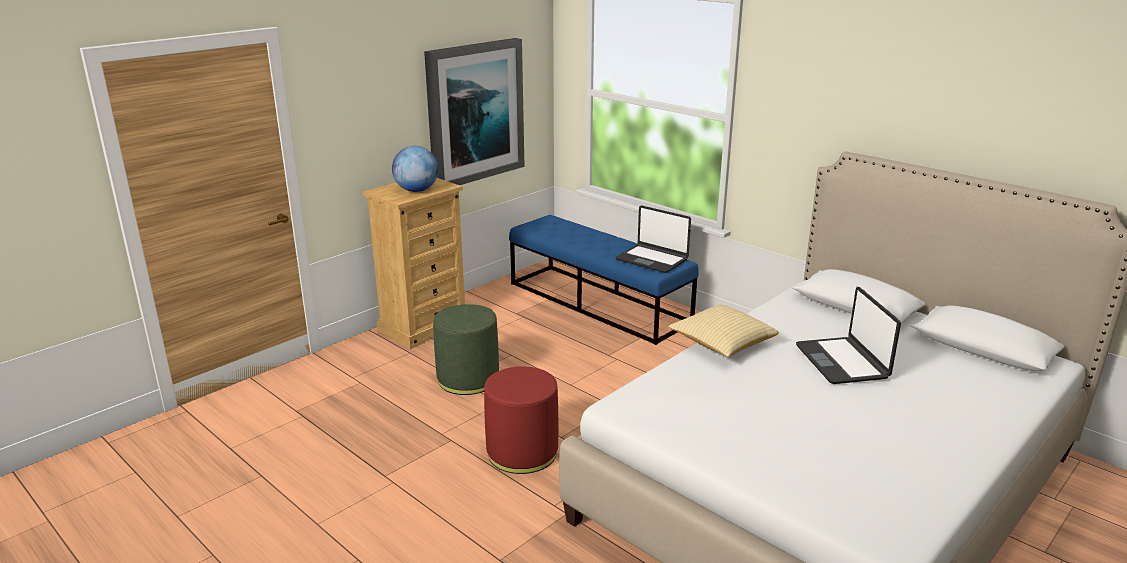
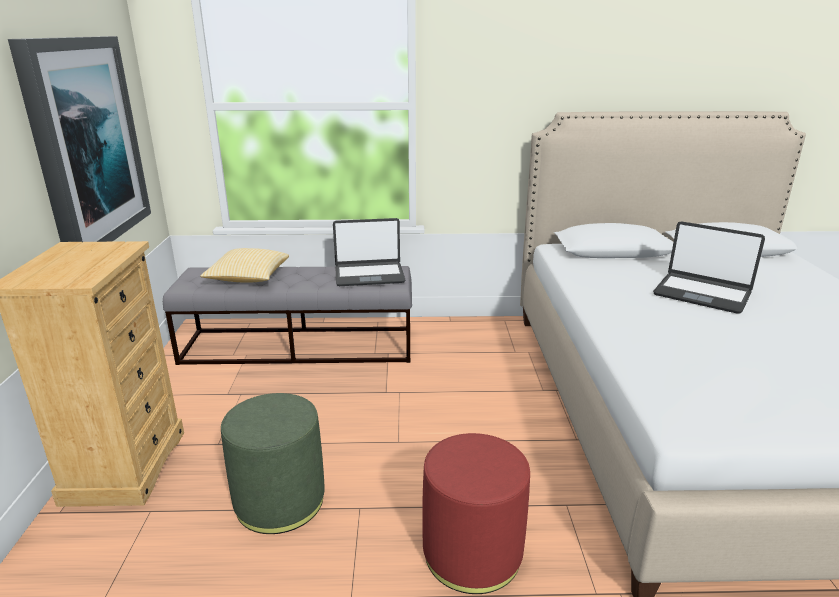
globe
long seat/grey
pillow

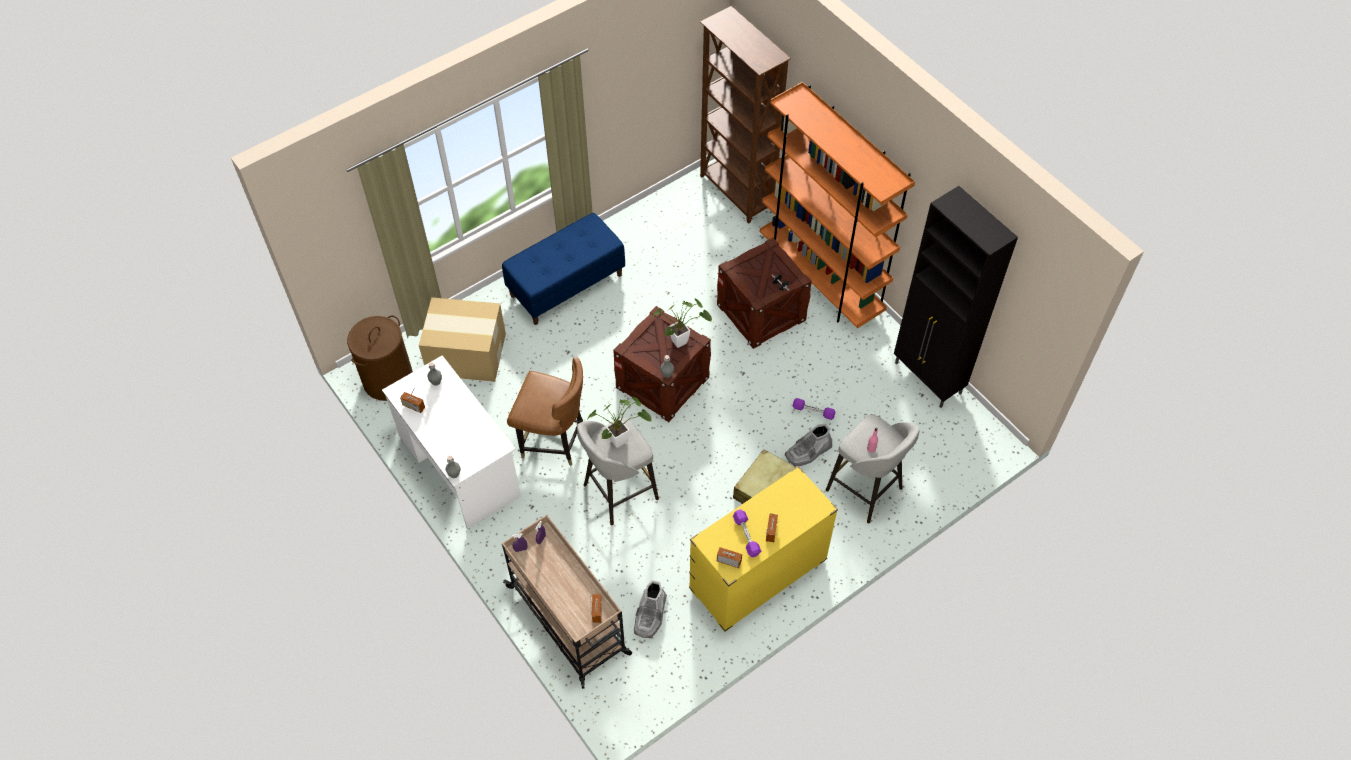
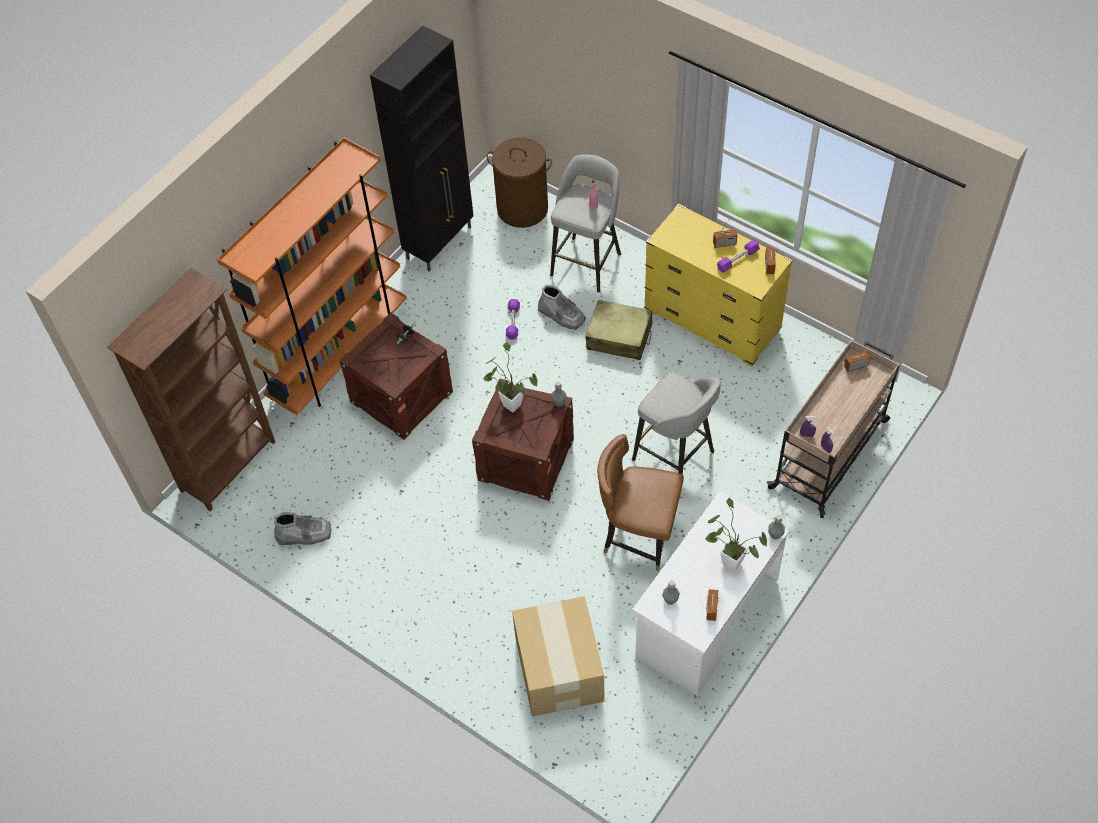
long seat/bluish
washing basket/brownish
upright chair/brownish
plant in a pot (2nd from left)
high-top boot/grey (1st from left)

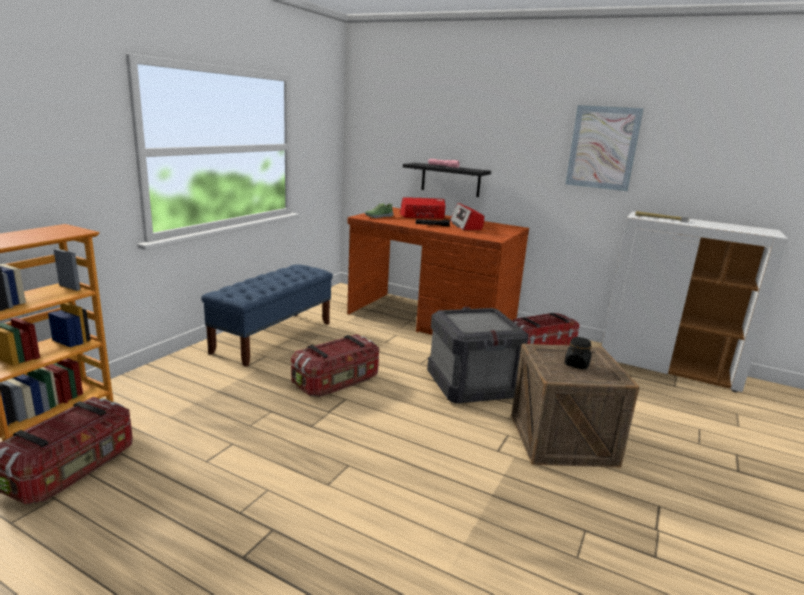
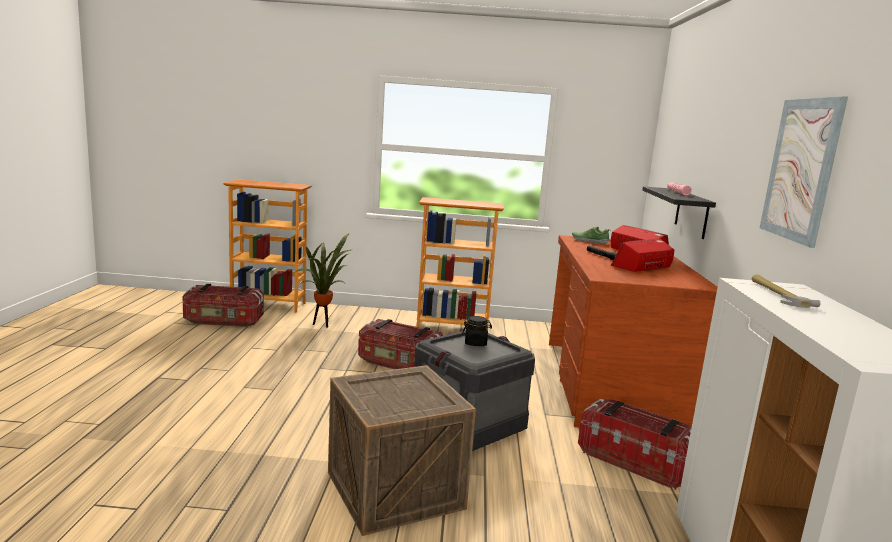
bookcase (2nd from left)
storage jar/black
plant in a pot

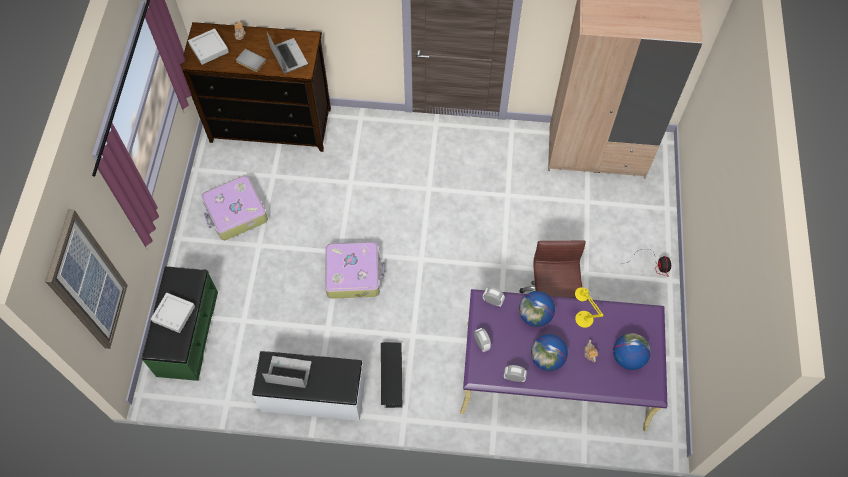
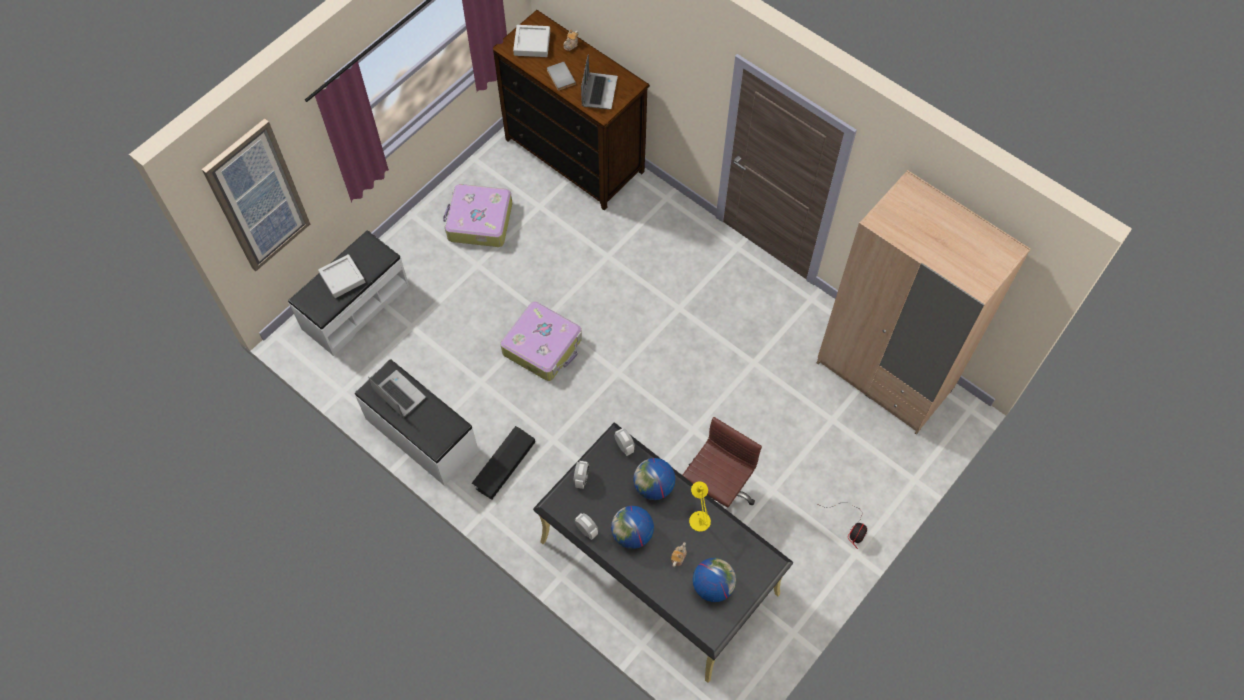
long seat/white (1st from left)
desk unit/black

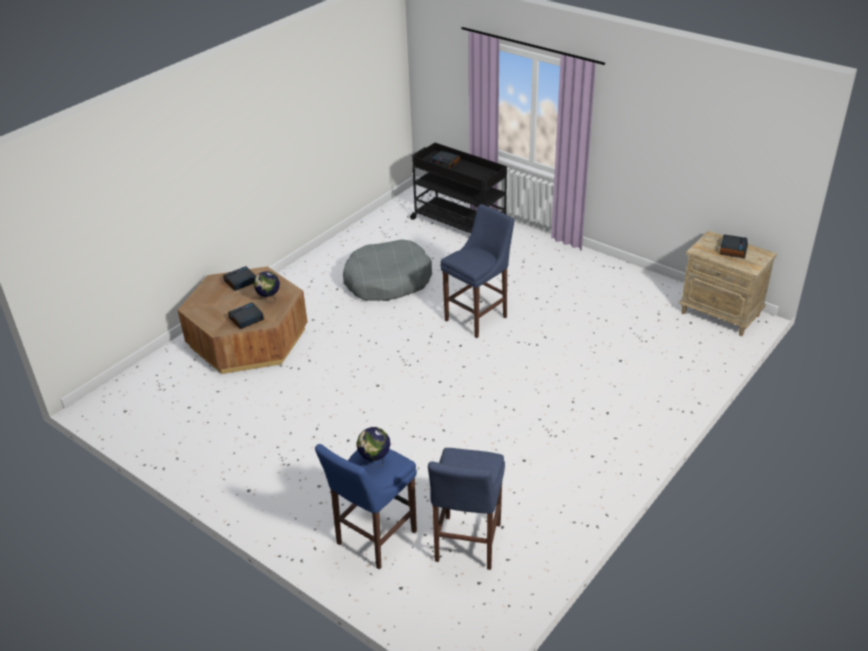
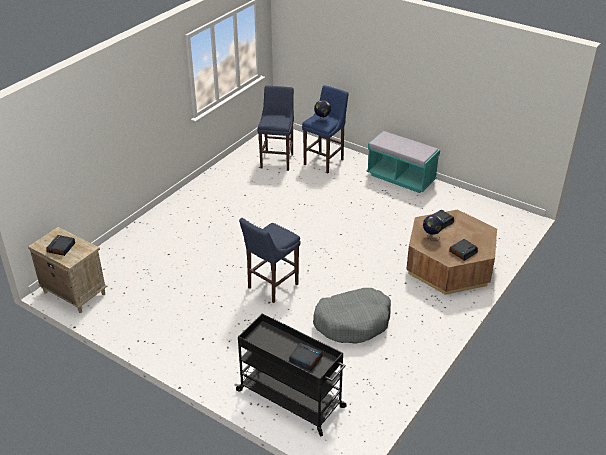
long seat/turquoise

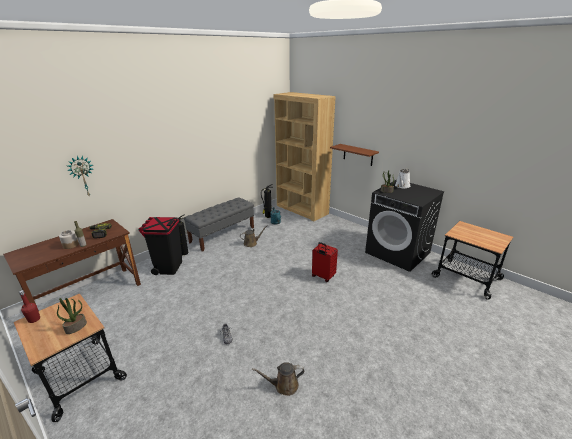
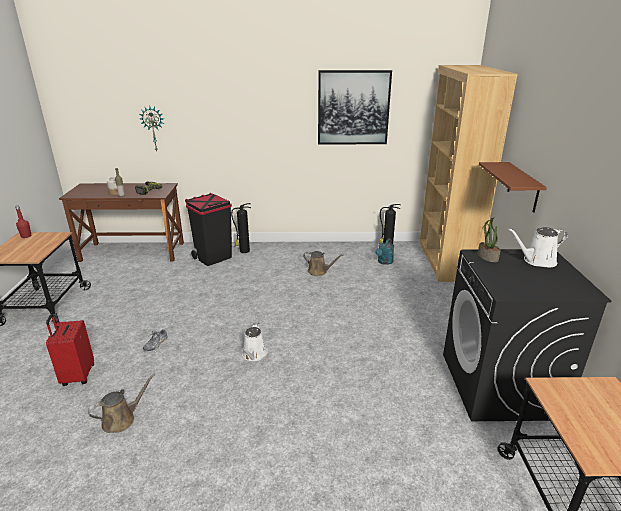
long seat/grey
suitcase/reddish
plant in a pot (1st from left in the first image)
watering can/brownish (1st from left)
wall picture
watering can/white (1st from left)

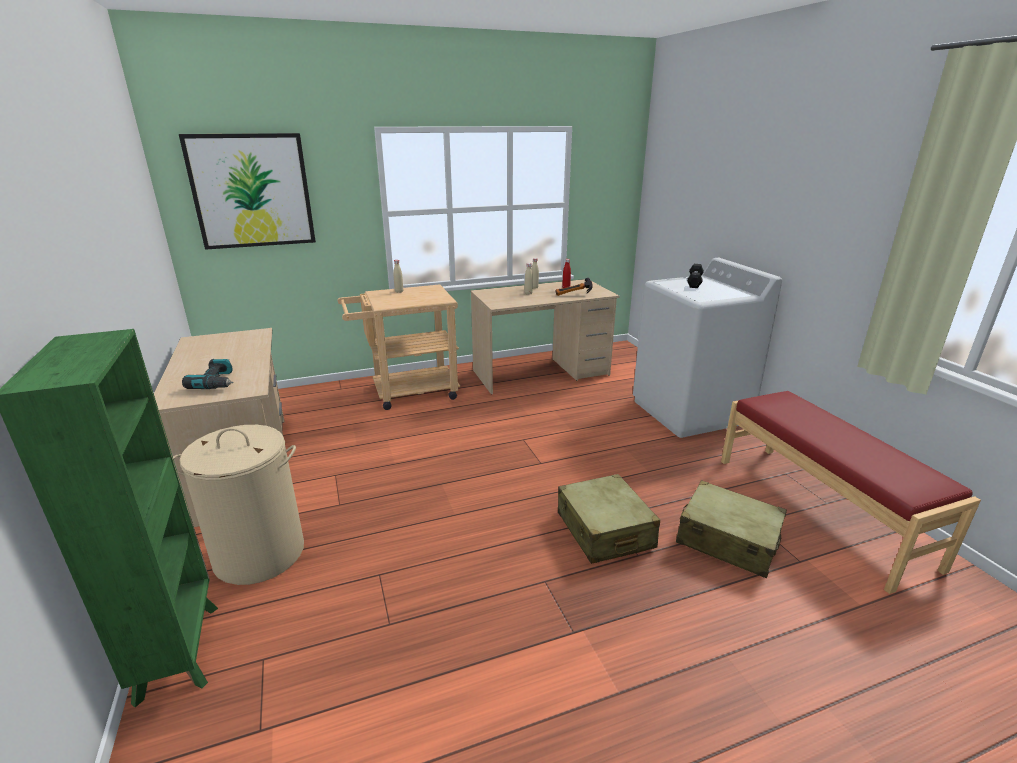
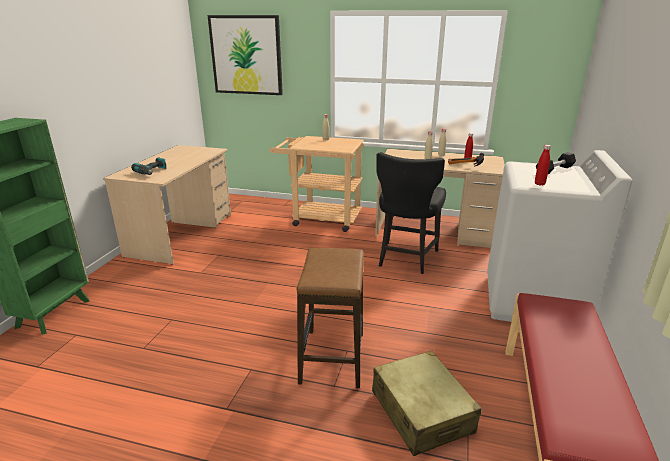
washing basket/sand-coloured
stool
bottle/reddish (2nd from left)
upright chair/black

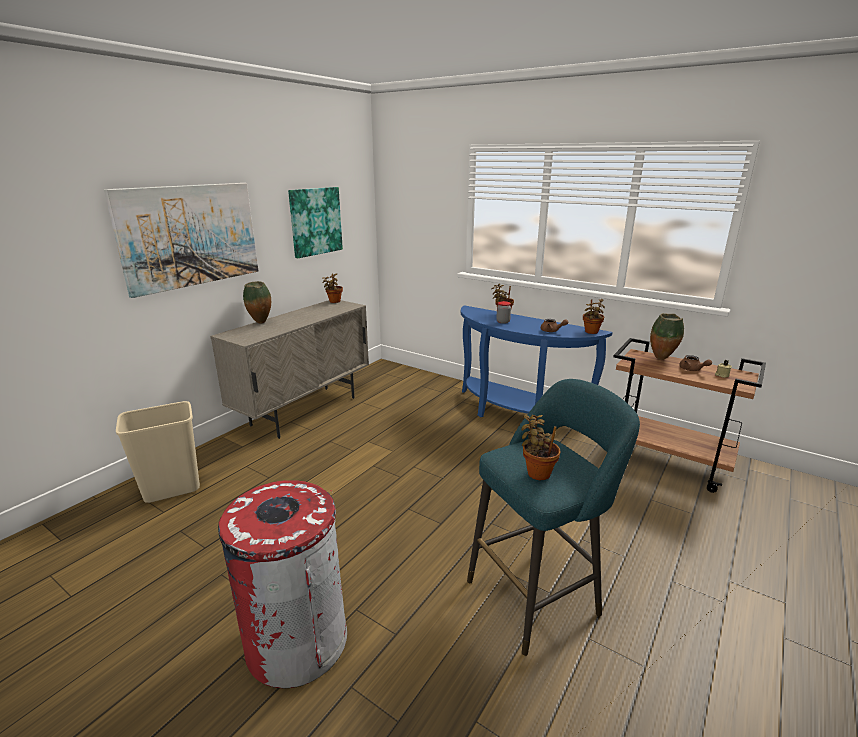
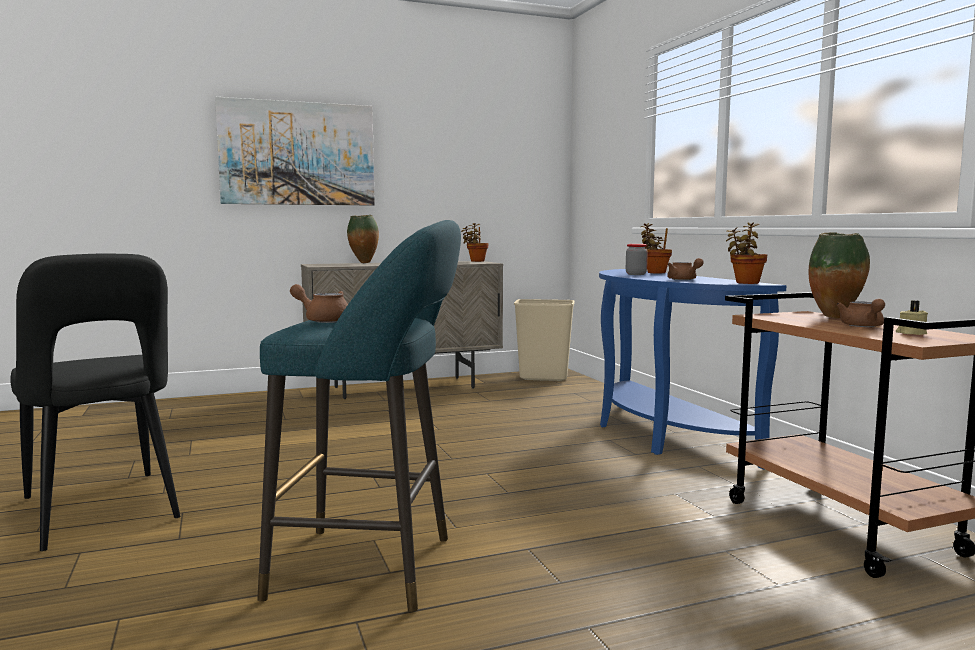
wall picture (2nd from left in the first image)
waste bin/sand-coloured
pot for tea/brownish (1st from left)
upright chair/black

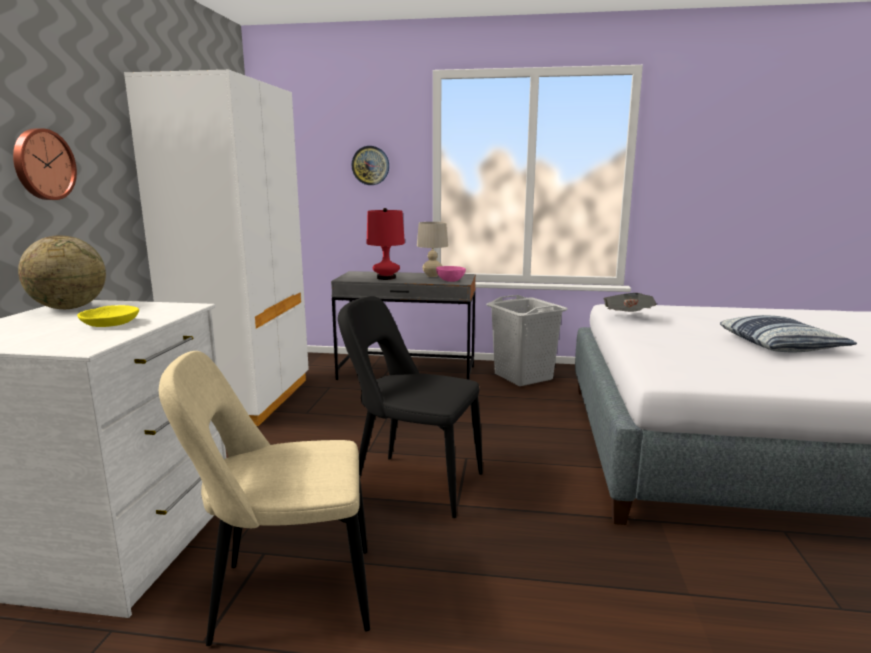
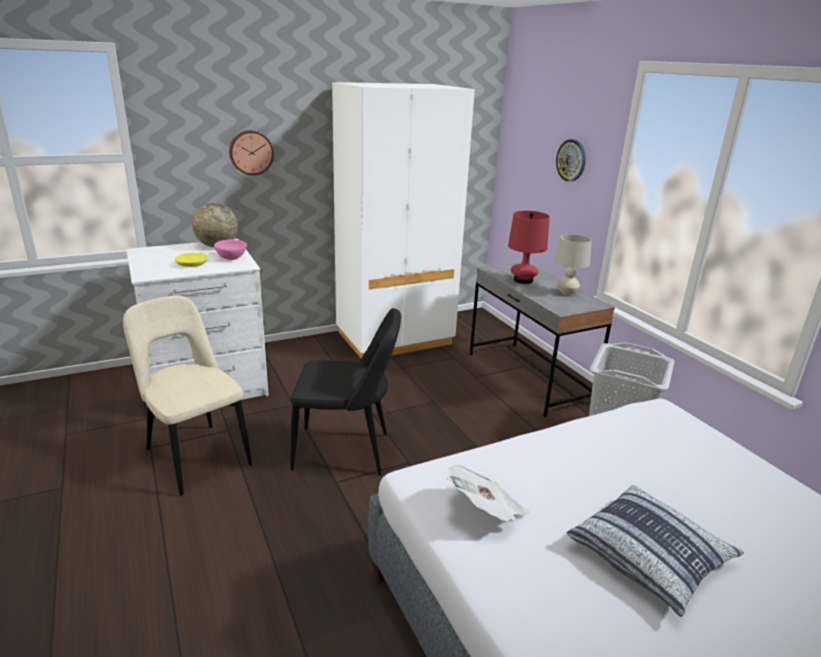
deep dish/pink-coloured
printed paper
upright chair/black

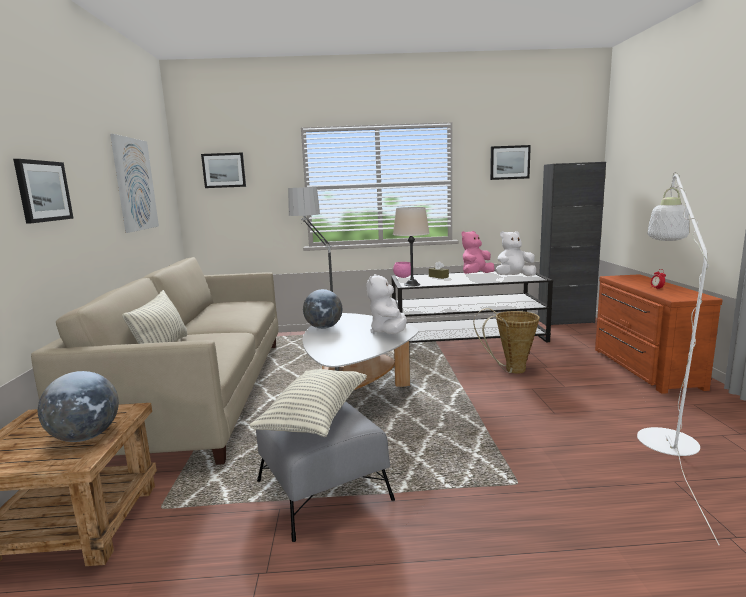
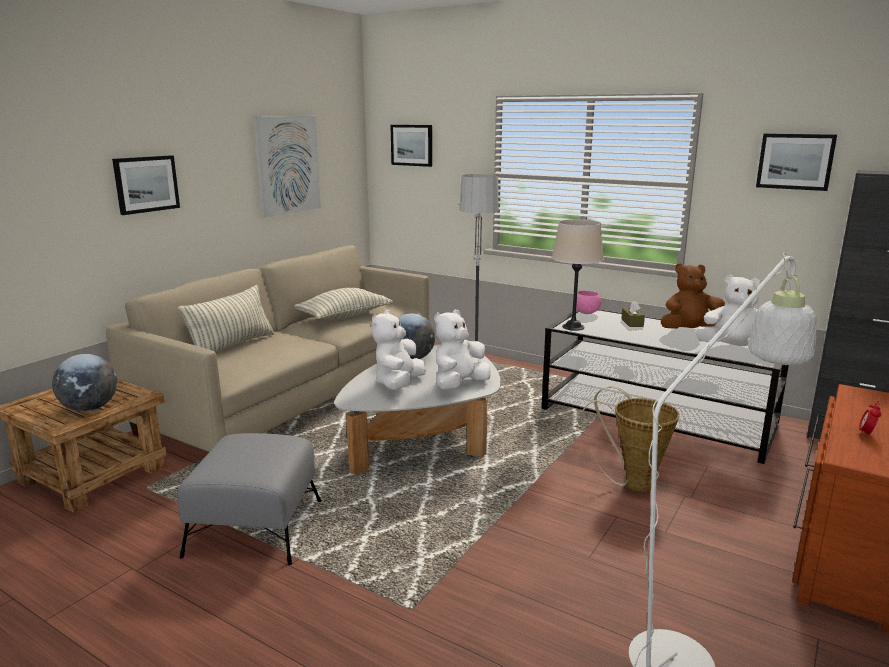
soft toy/brownish
pillow (2nd from left)
soft toy/white (1st from left)

